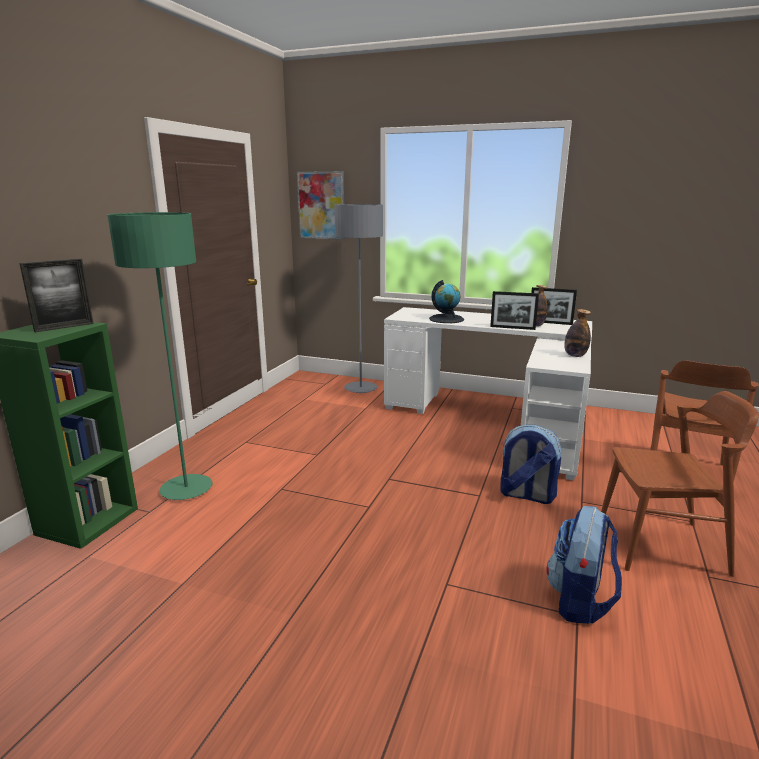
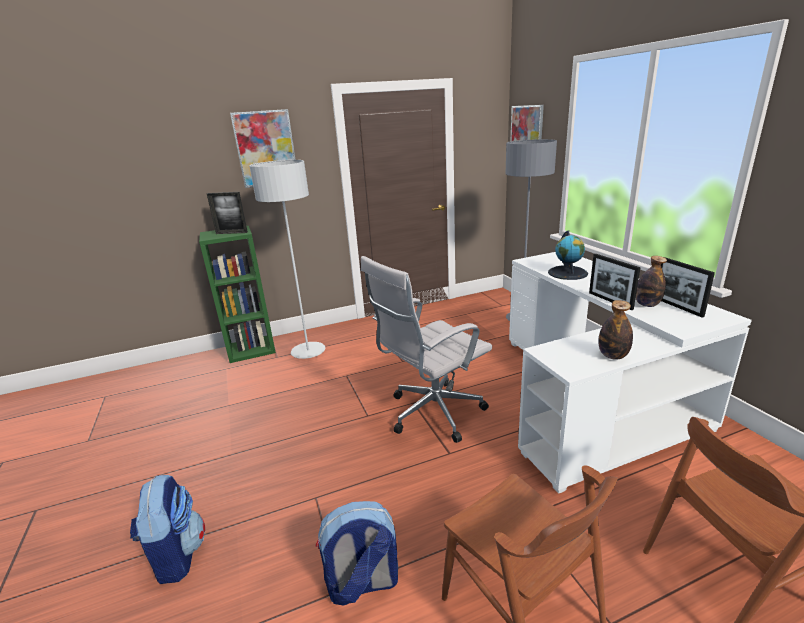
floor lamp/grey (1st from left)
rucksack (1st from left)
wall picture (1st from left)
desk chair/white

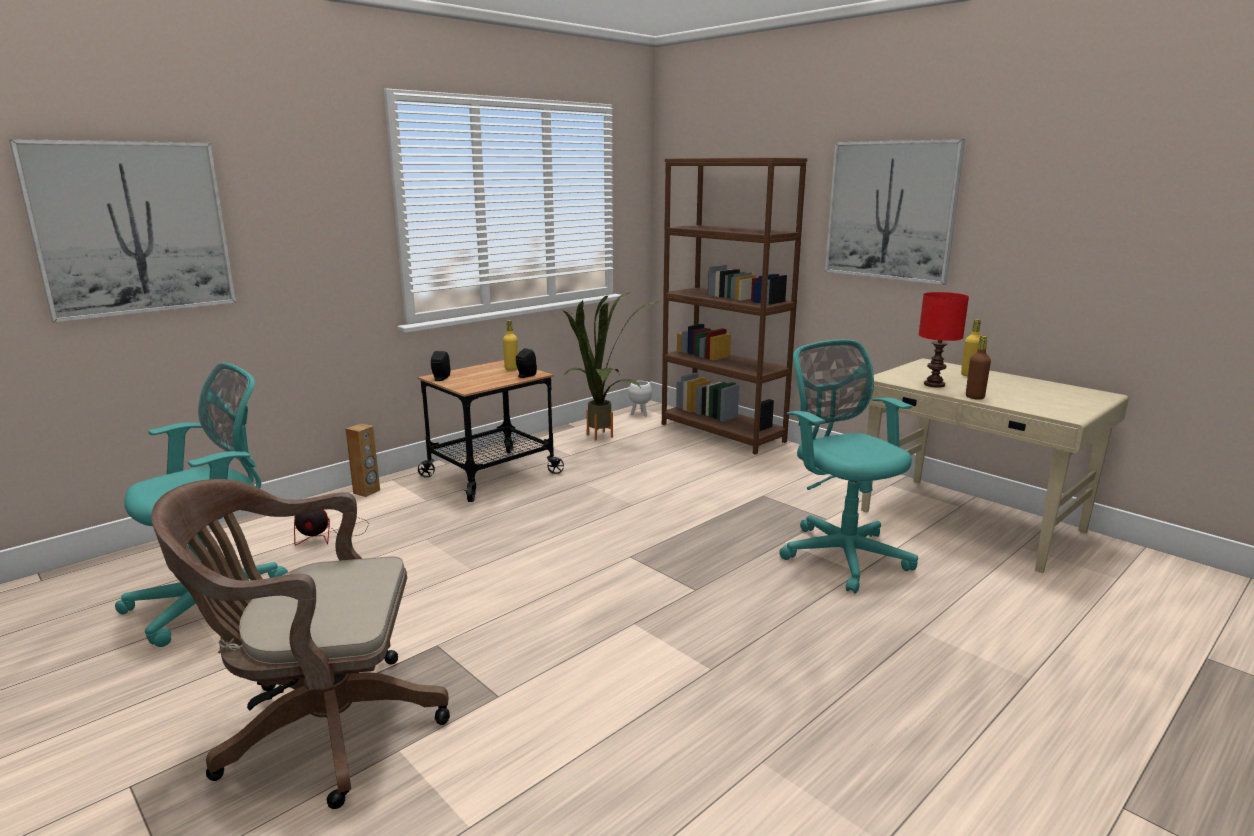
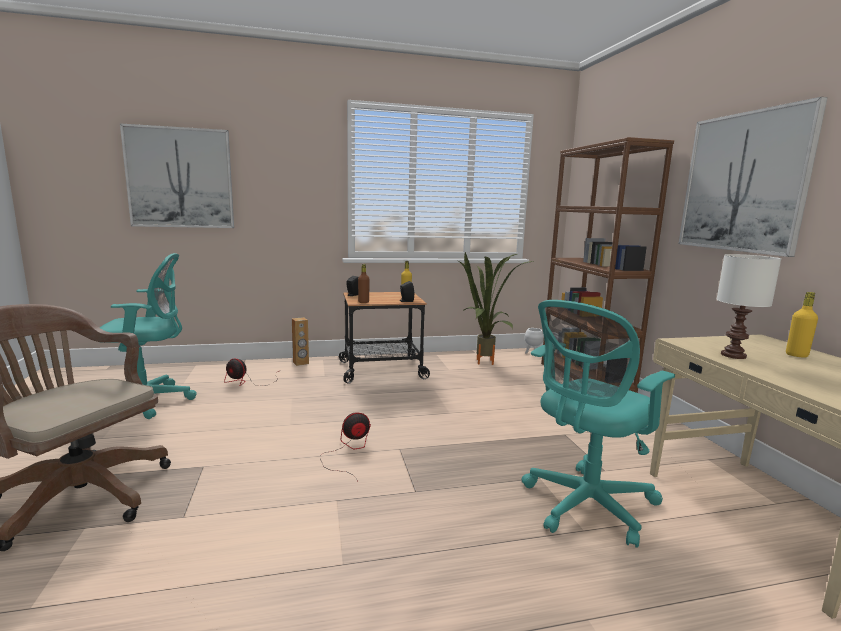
tabletop lamp/white
bottle/brownish
desk chair/turquoise (2nd from left)
cooling fan (2nd from left)

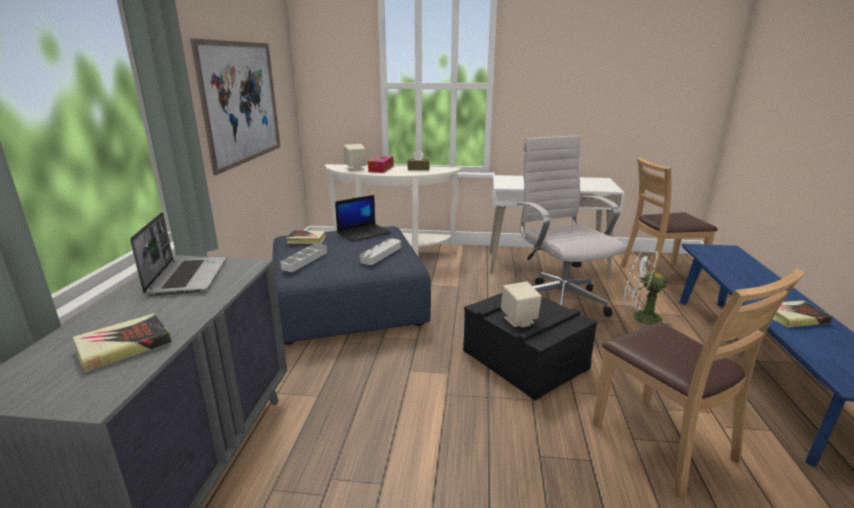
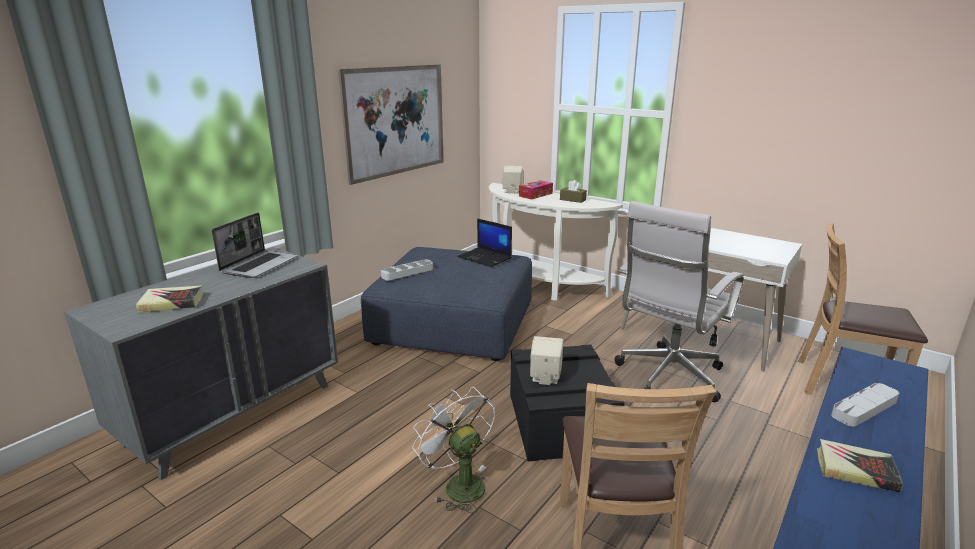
desk chair/white
notebook computer (2nd from left)
book (2nd from left in the first image)
tray/grey (2nd from left)
cooling fan/white

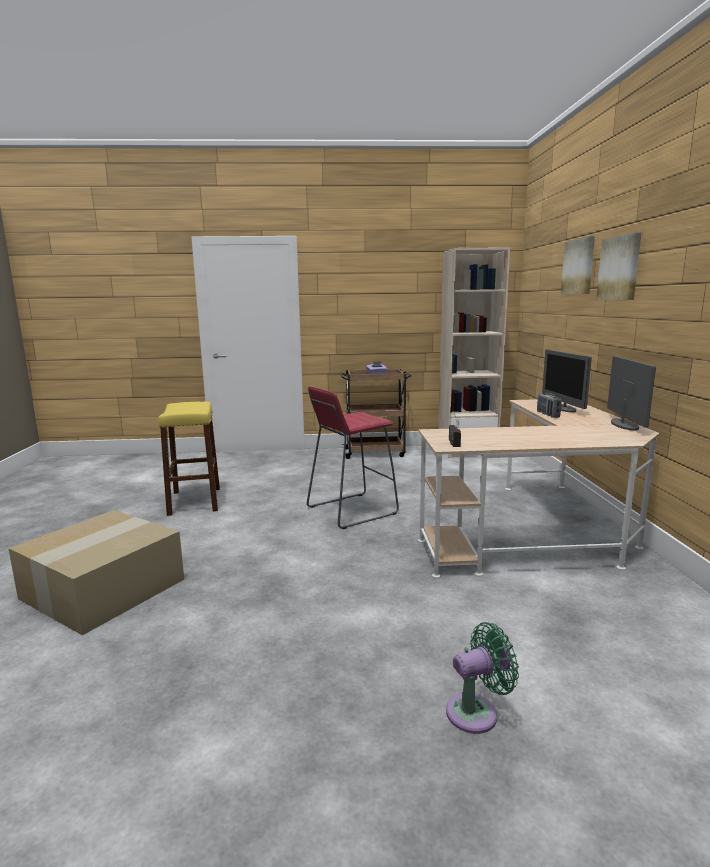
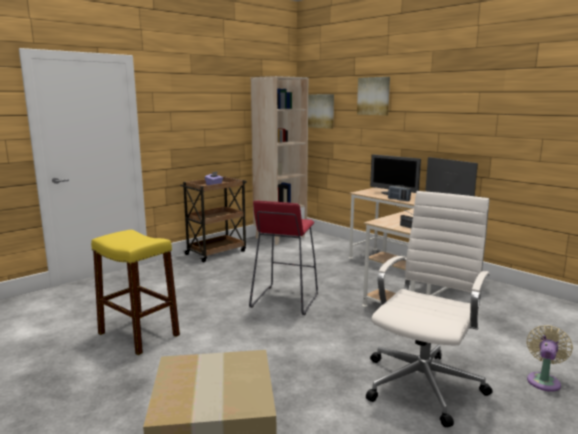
wall picture (1st from left)
cooling fan/sand-coloured
desk chair/white

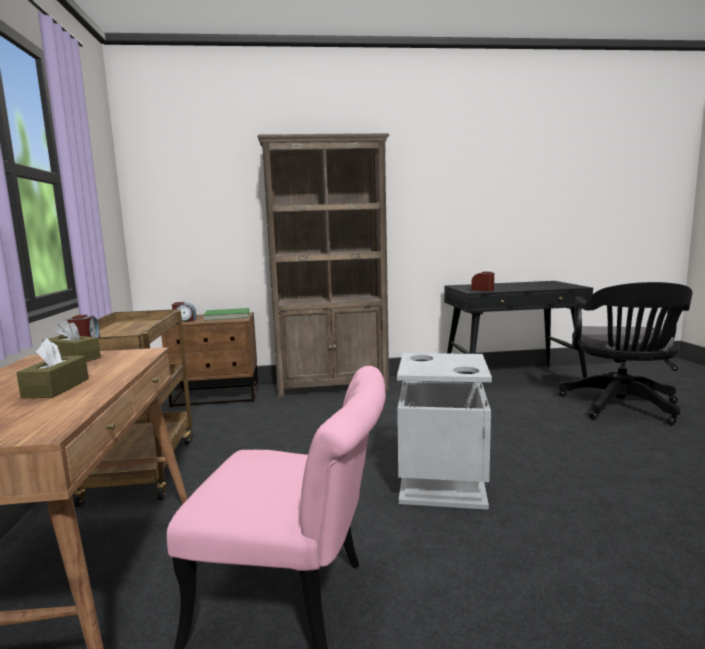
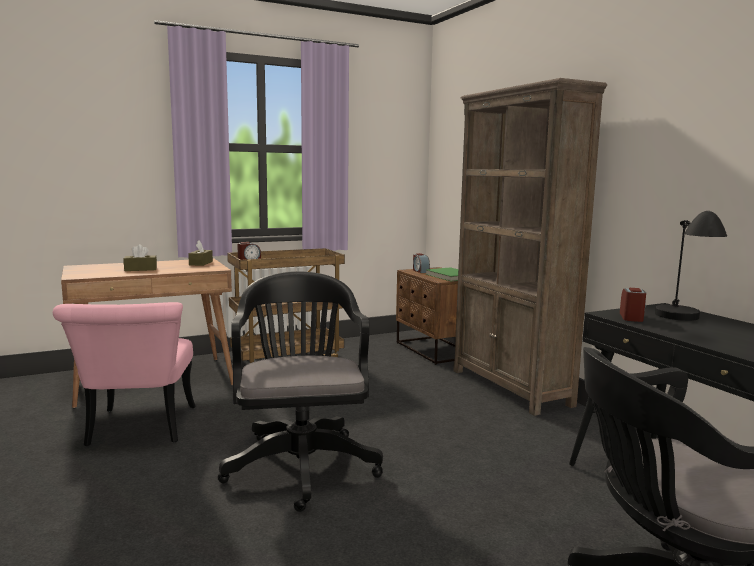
desk chair/black (1st from left)
tabletop lamp/black

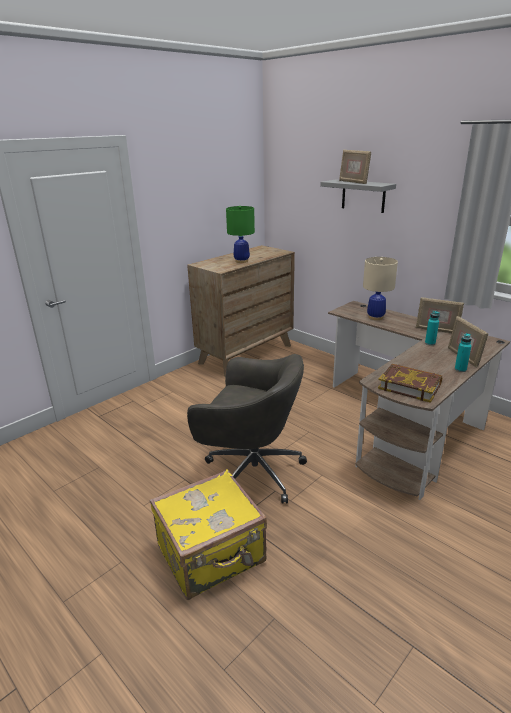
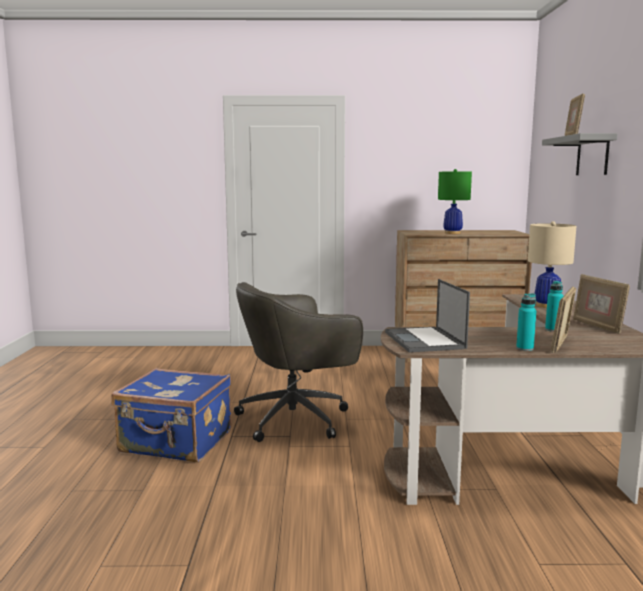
desk chair/grey
notebook computer
suitcase/bluish

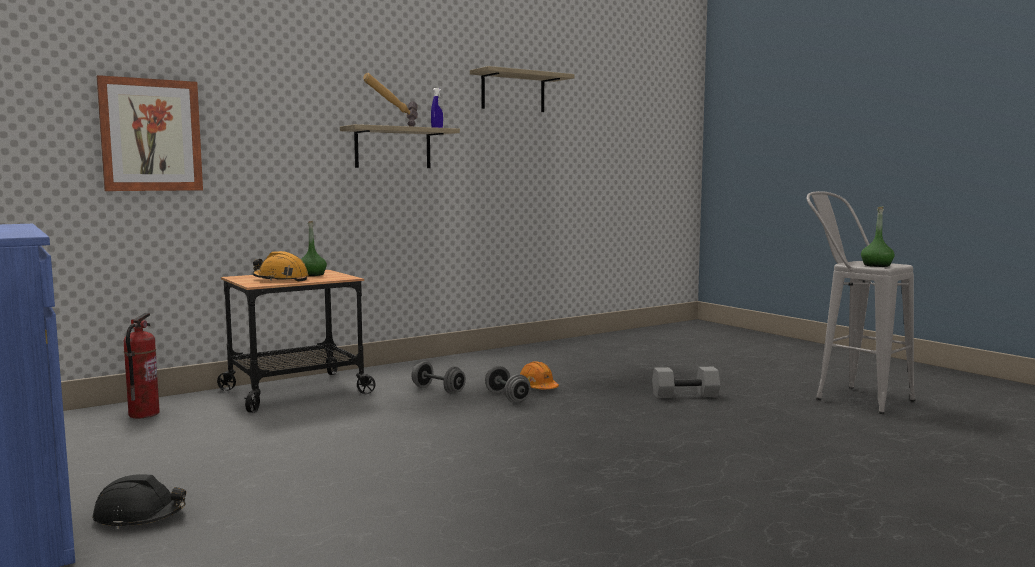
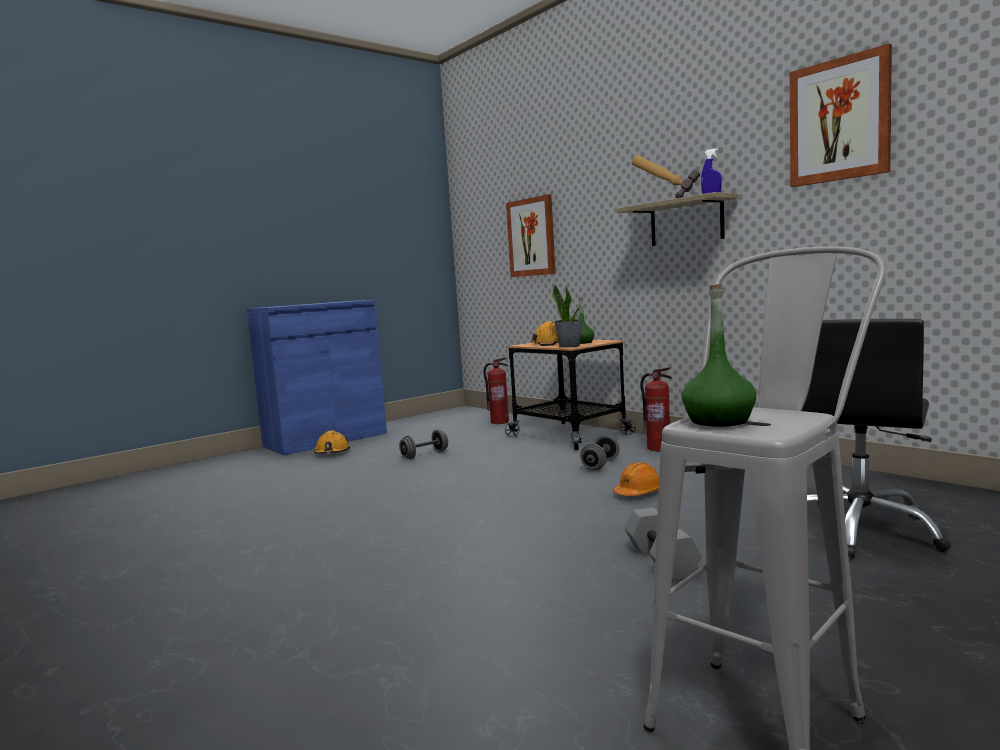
wall picture (2nd from left)
dumbbell/grey (1st from left)
safety helmet/orangey (1st from left)
plant in a pot
desk chair/black
fire extinguisher (2nd from left)

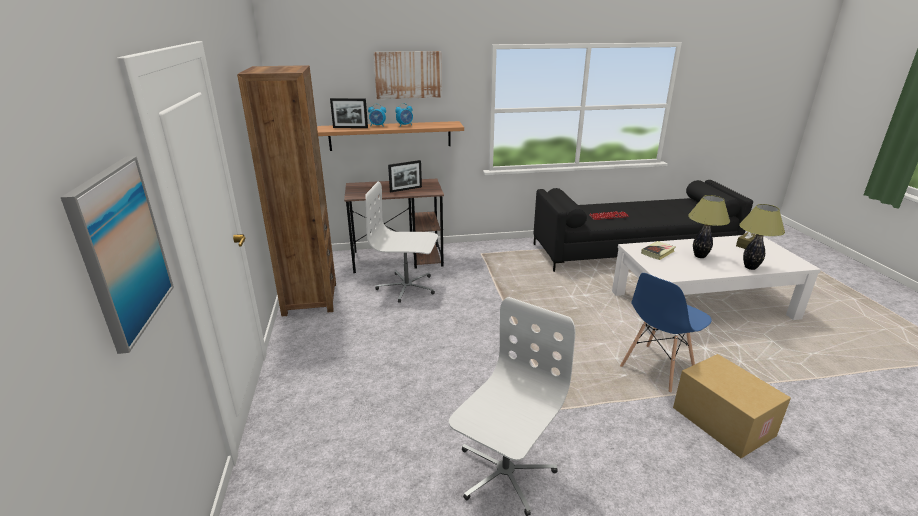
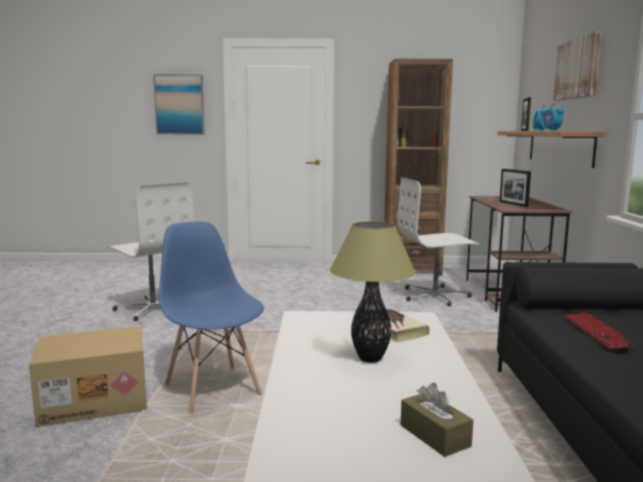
desk chair/white (2nd from left)
tabletop lamp (2nd from left in the first image)

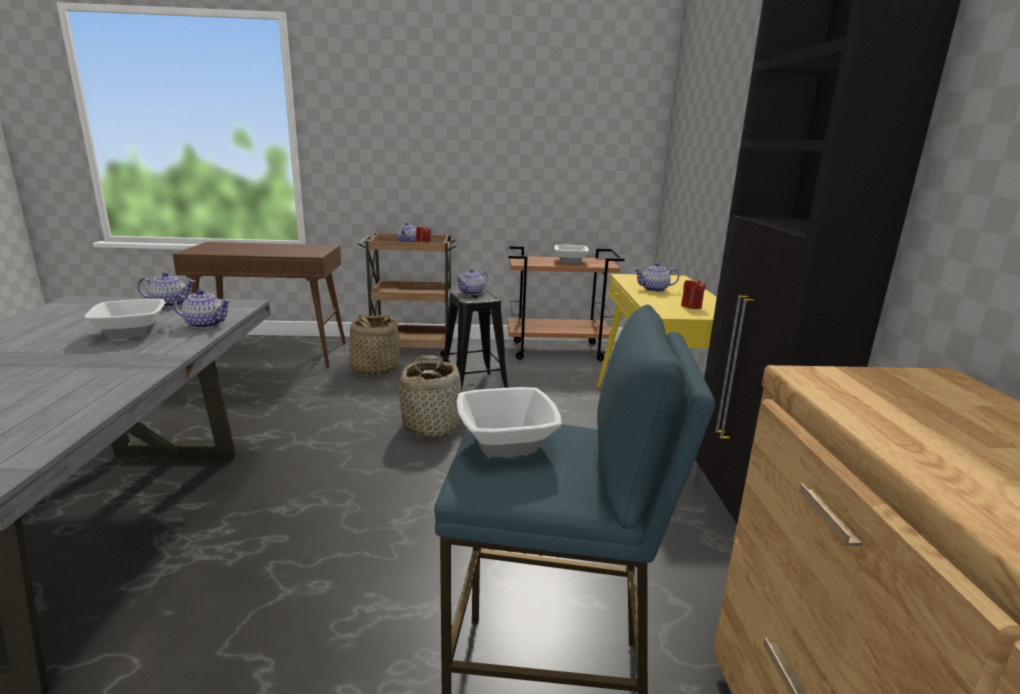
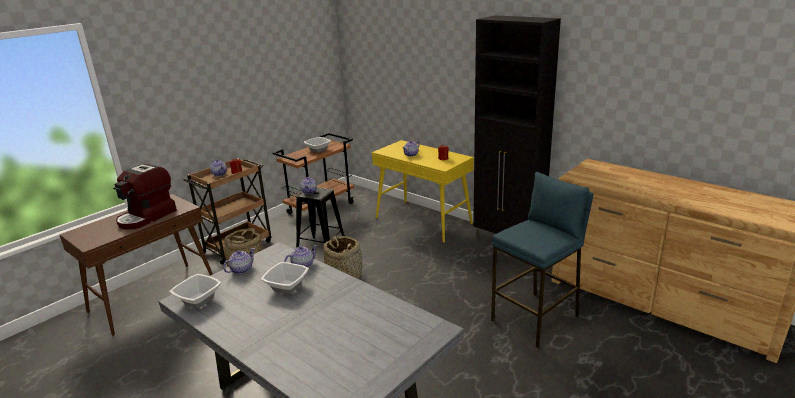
deep dish (1st from left)
coffee maker

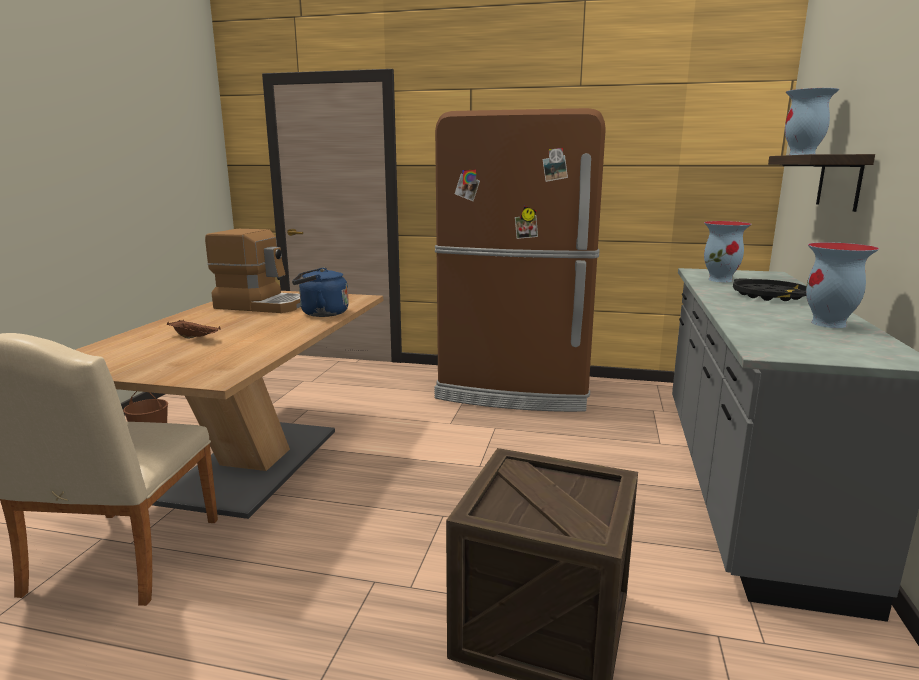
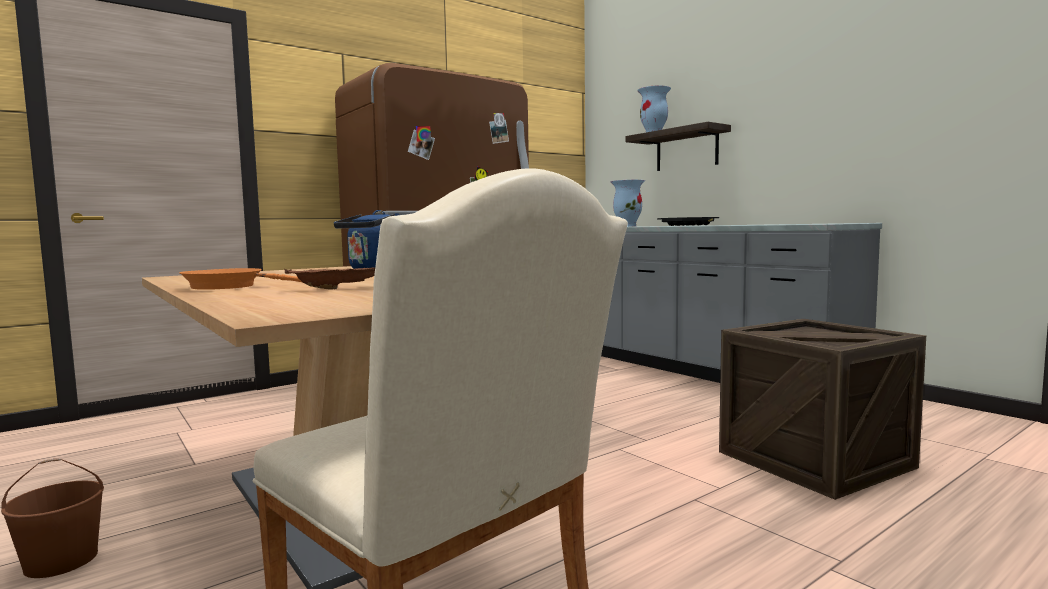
coffee maker
vase (3rd from left in the first image)
pan/orangey

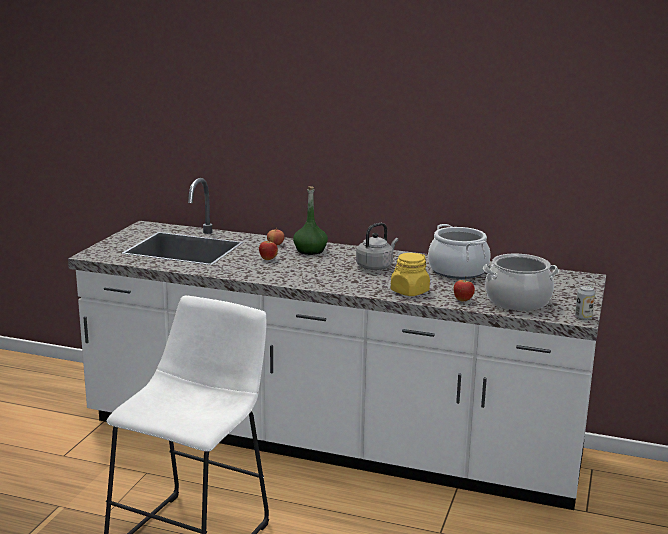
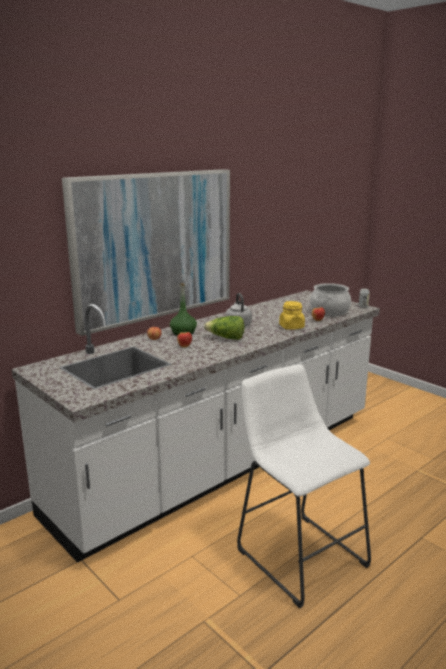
saucepot (1st from left in the first image)
wall picture
lettuce

